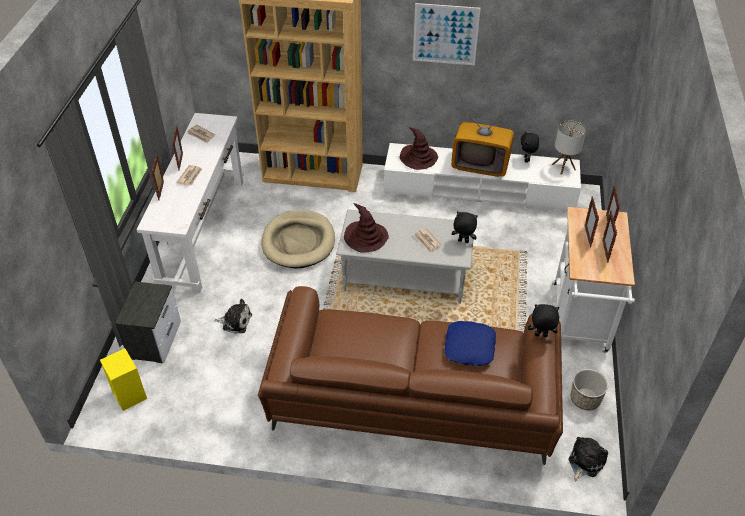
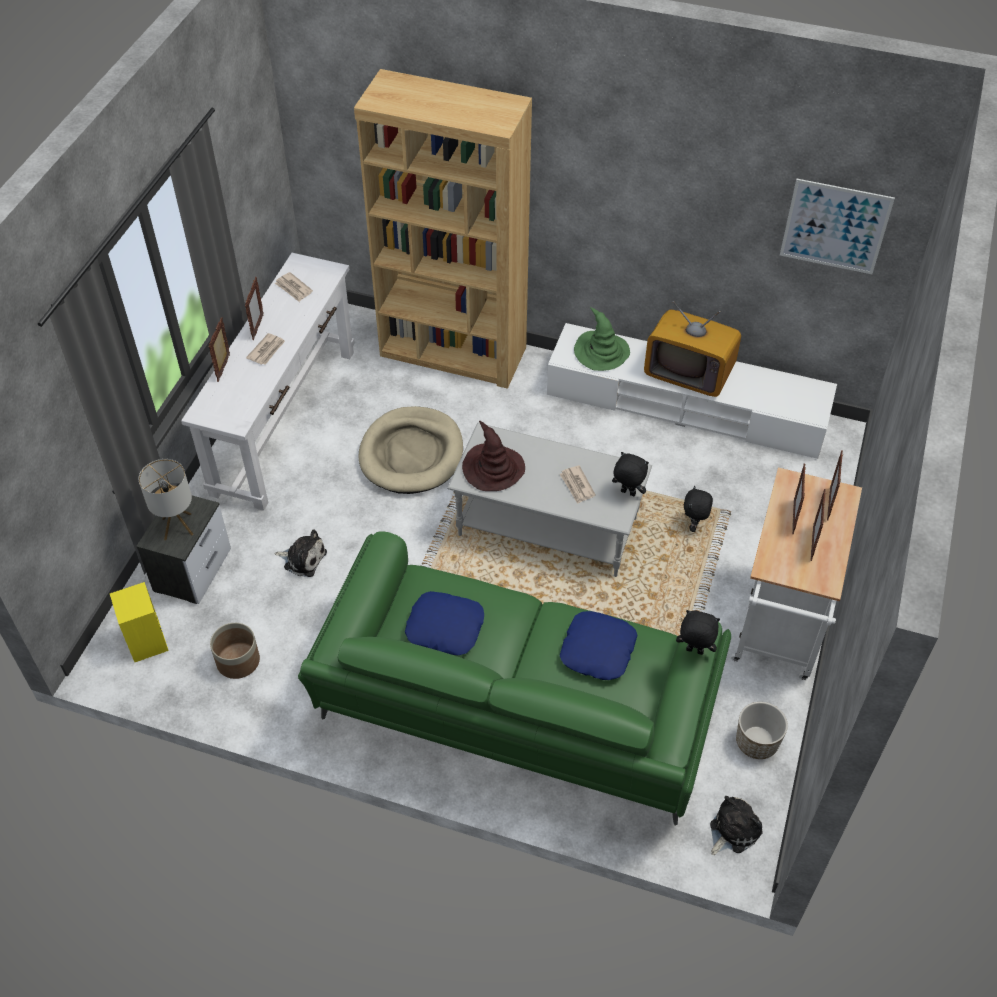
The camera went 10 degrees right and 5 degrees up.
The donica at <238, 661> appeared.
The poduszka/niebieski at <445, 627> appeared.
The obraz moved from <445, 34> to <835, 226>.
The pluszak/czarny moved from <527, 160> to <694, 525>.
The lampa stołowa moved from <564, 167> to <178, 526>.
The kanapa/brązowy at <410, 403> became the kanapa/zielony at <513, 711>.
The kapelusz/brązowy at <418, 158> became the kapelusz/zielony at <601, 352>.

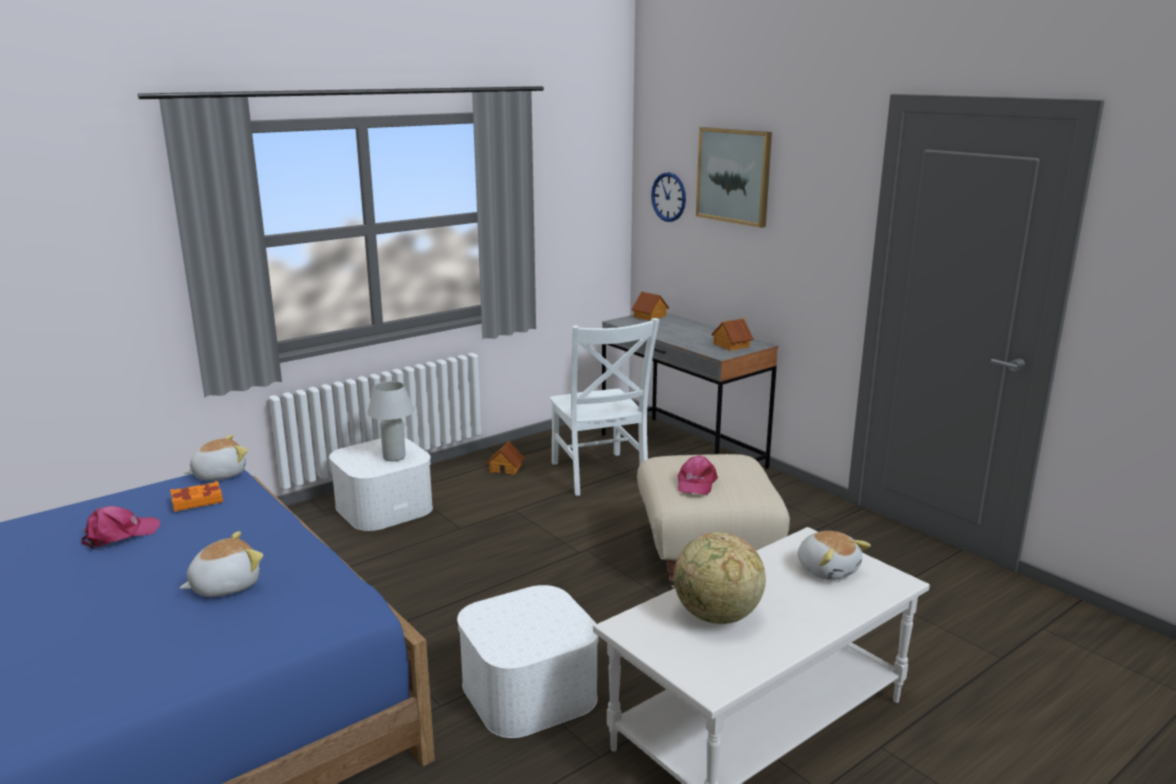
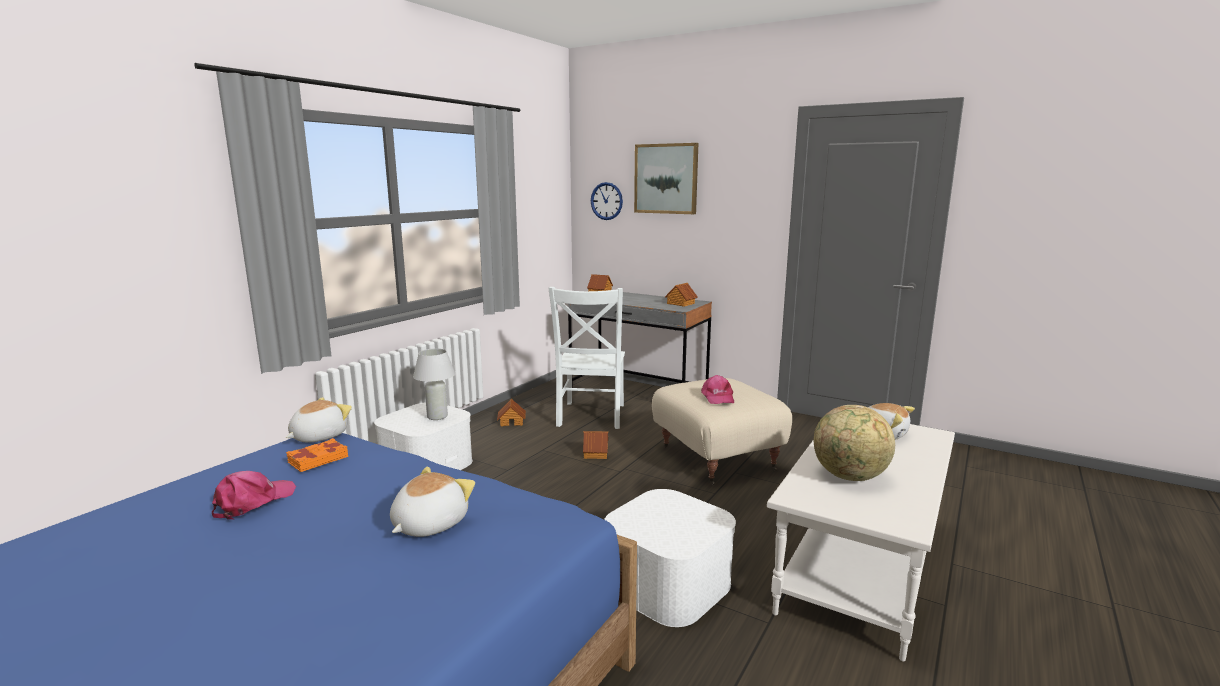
The camera went 20 degrees left and 5 degrees down.
The domek at <595, 453> appeared.
The krzesło/biały at <599, 475> turned 45 degrees clockwise.

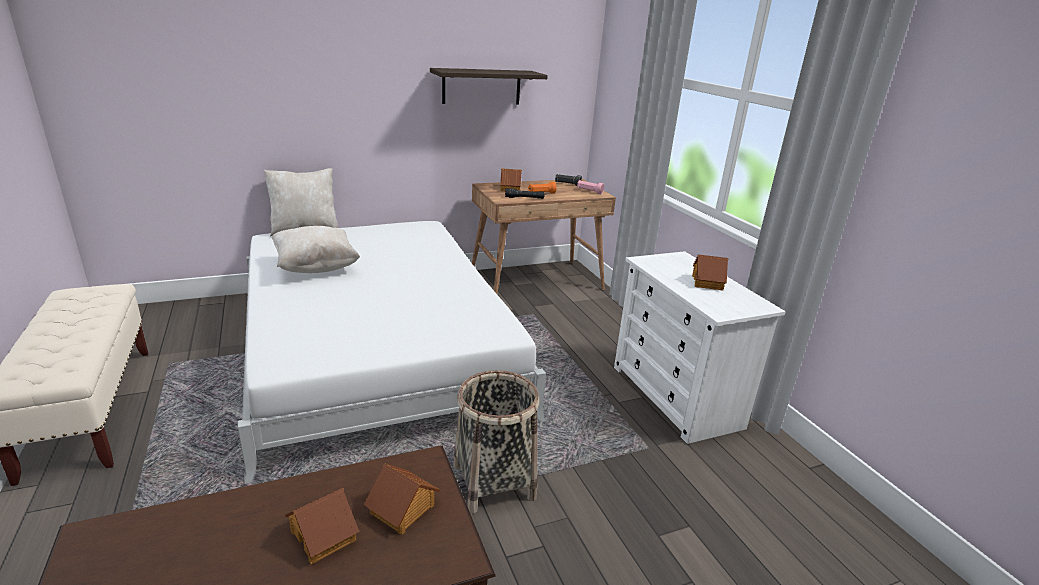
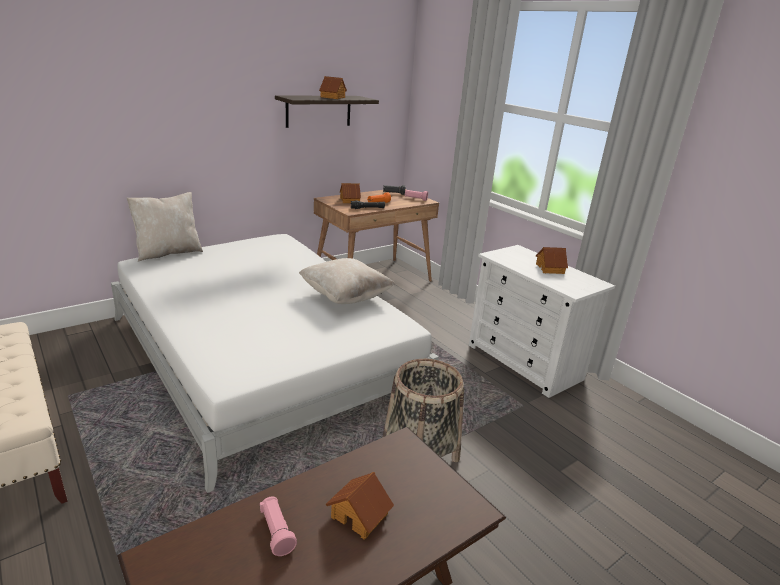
The camera went 15 degrees left and 0 degrees up.
The latarka/różowy at <276, 532> appeared.
The poduszka/beżowy moved from <316, 267> to <345, 297>.
The domek moved from <403, 509> to <333, 97>.

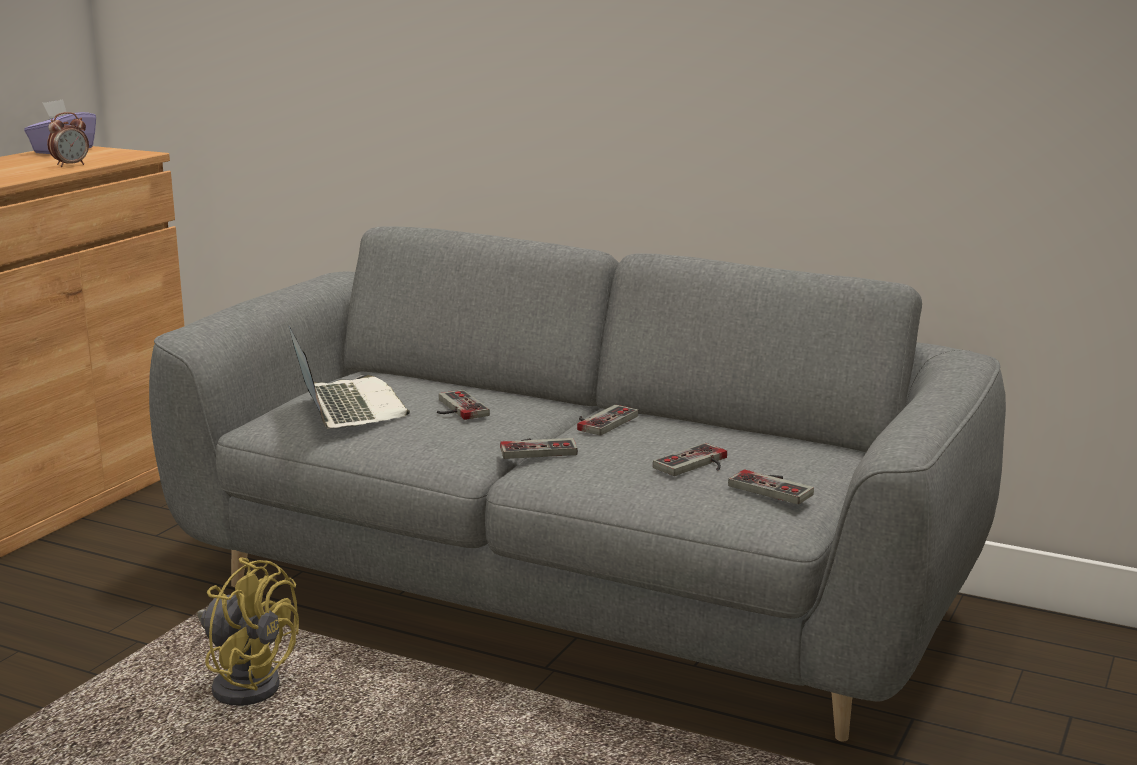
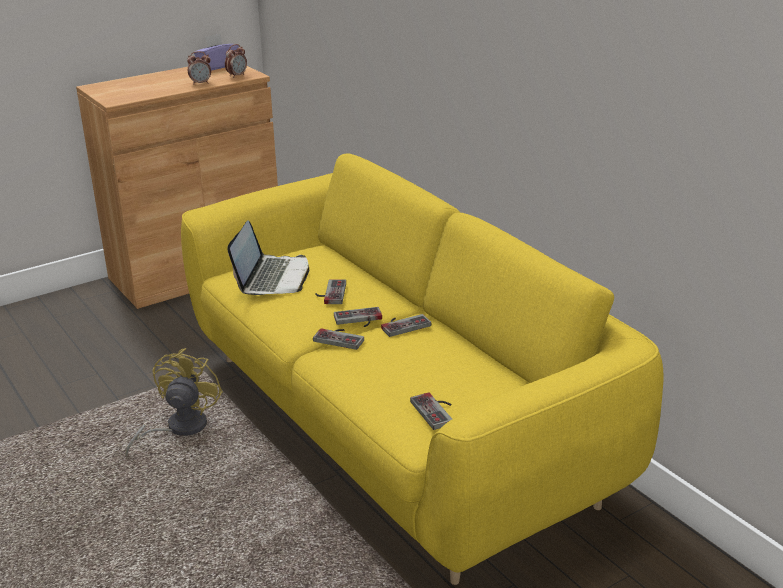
The camera went 30 degrees right and 10 degrees up.
The budzik at <237, 76> appeared.
The pad do gier moved from <697, 465> to <358, 320>.
The kanapa/szary at <568, 599> became the kanapa/żółty at <394, 426>.
The wentylator/żółty at <246, 683> turned 135 degrees counterclockwise.

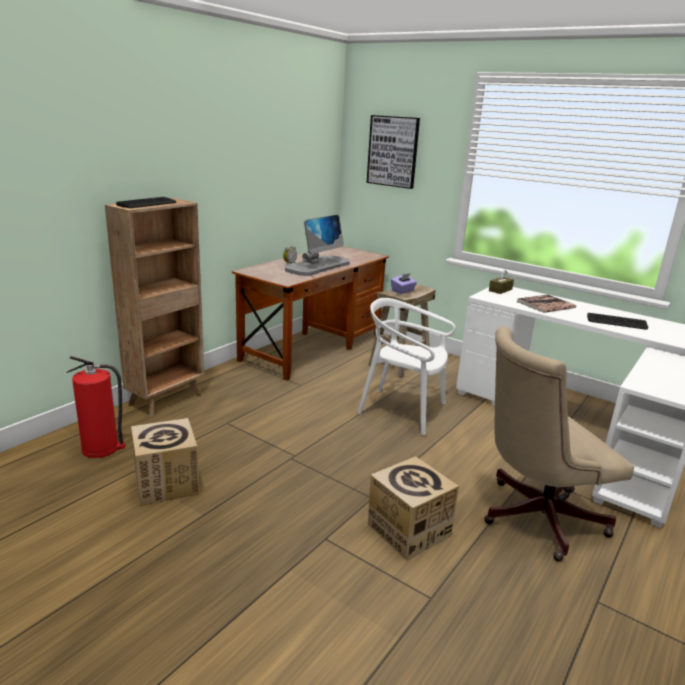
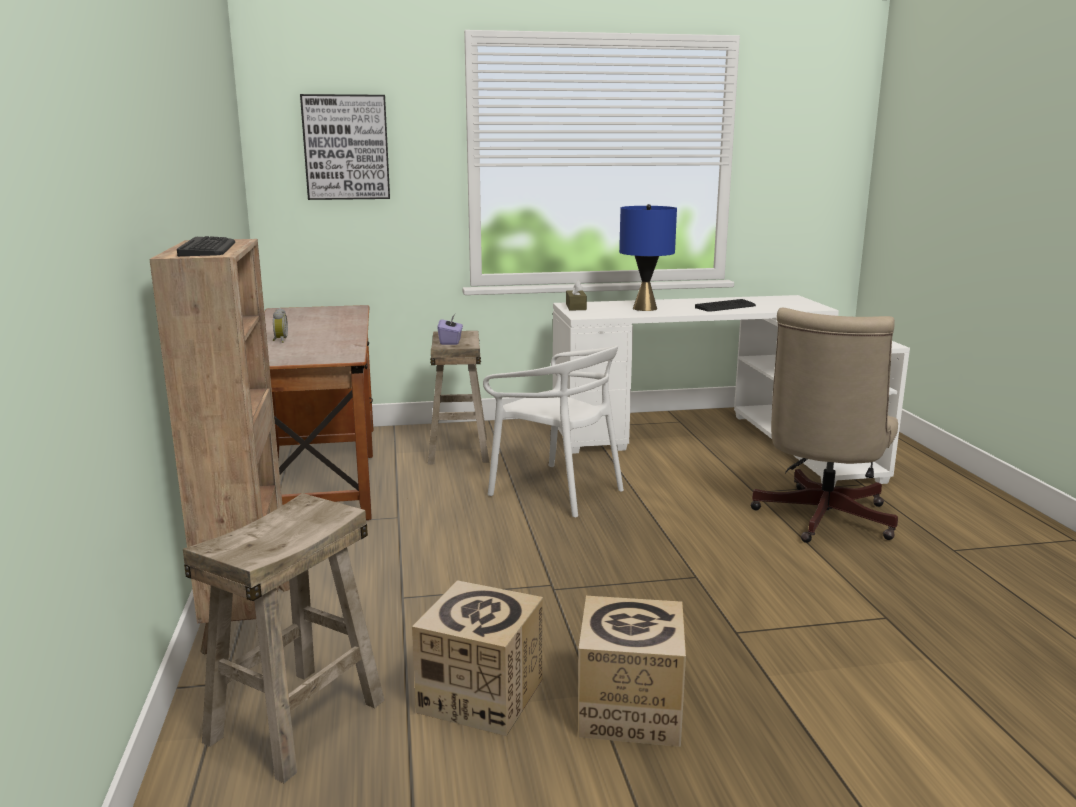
The camera went 45 degrees left and 5 degrees down.
The monitor at <318, 266> disappeared.
The karton moved from <408, 530> to <629, 710>.
The gaśnica at <101, 448> was replaced by the stołek/beżowy at <297, 721>.
The książka at <545, 305> was replaced by the lampa stołowa/niebieski at <644, 308>.
The krzesło/biały at <402, 410> turned 120 degrees counterclockwise.

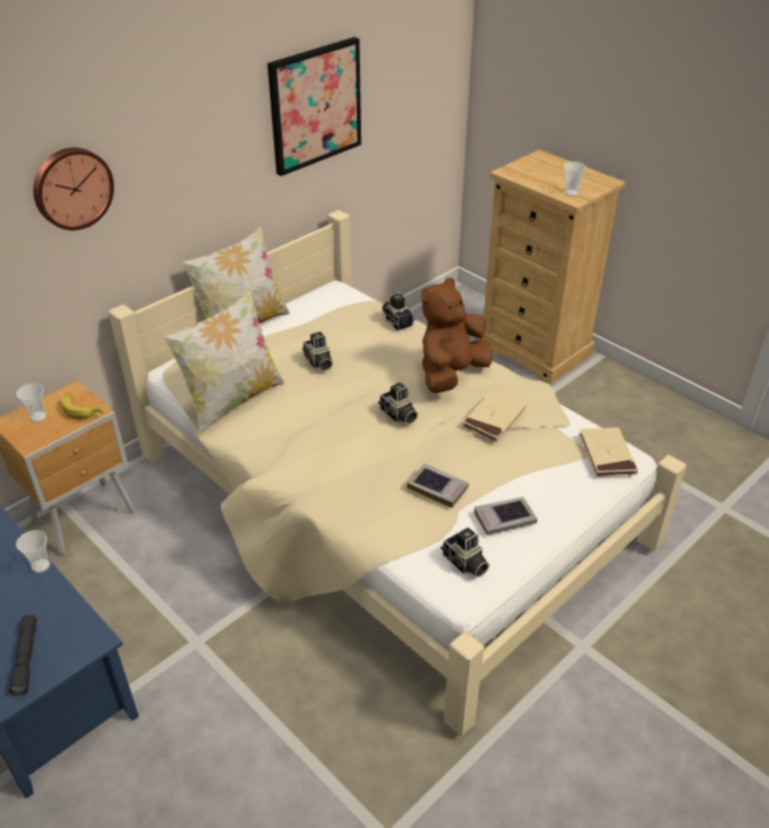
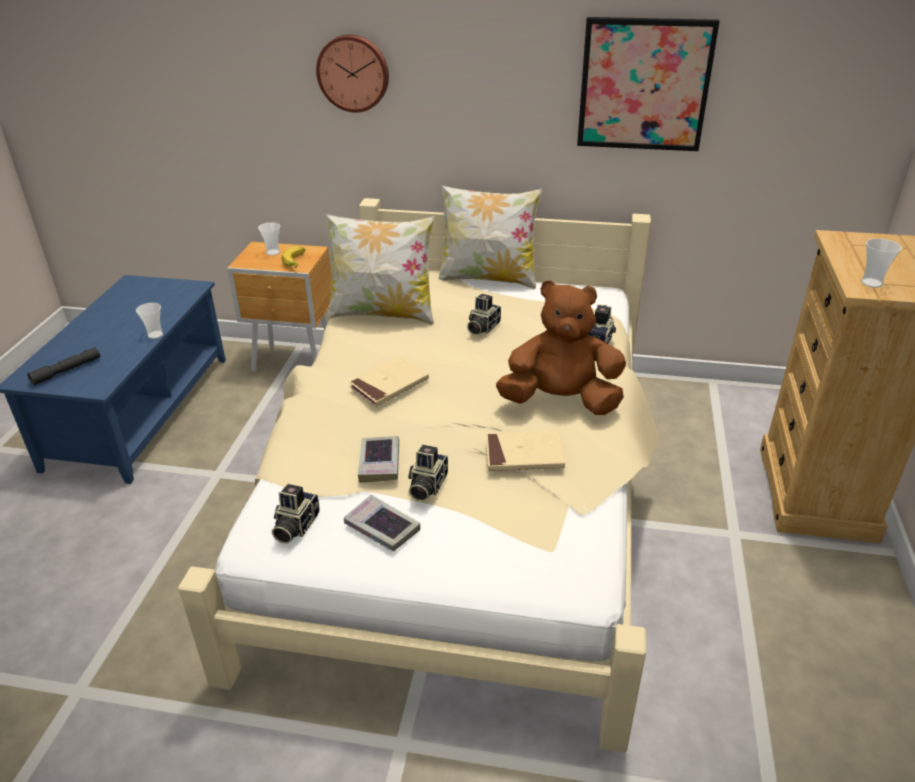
The camera went 55 degrees right and 5 degrees down.
The aparat fotograficzny moved from <398, 415> to <426, 486>.
The książka/beżowy moved from <607, 454> to <389, 384>.

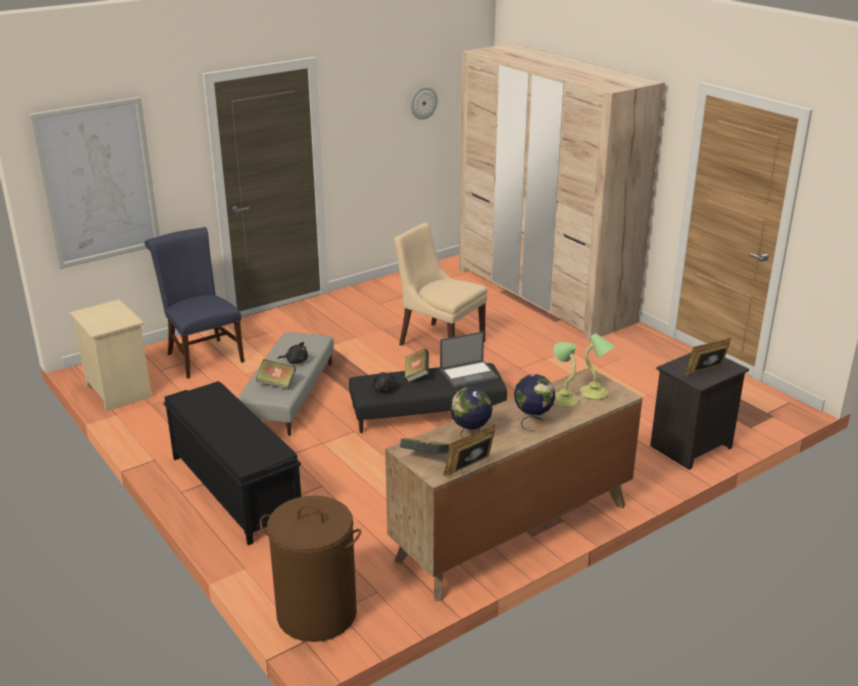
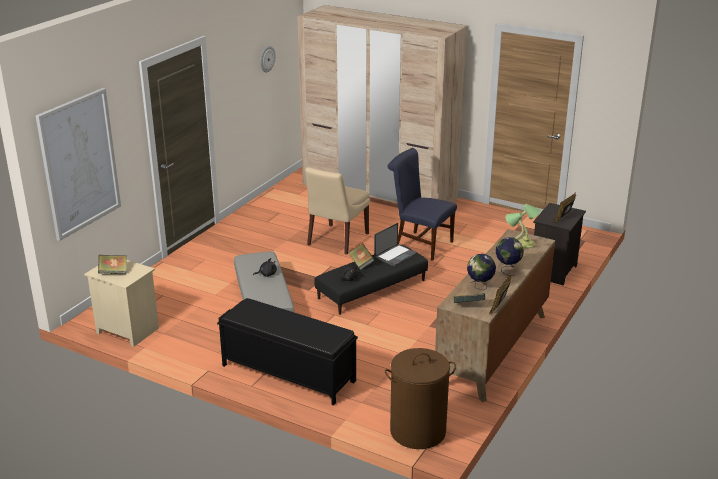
The camera went 25 degrees left and 0 degrees up.
The krzesło/niebieski moved from <202, 356> to <420, 244>.
The książka moved from <276, 384> to <113, 272>.
The krzesło/beżowy at <439, 342> turned 75 degrees counterclockwise.

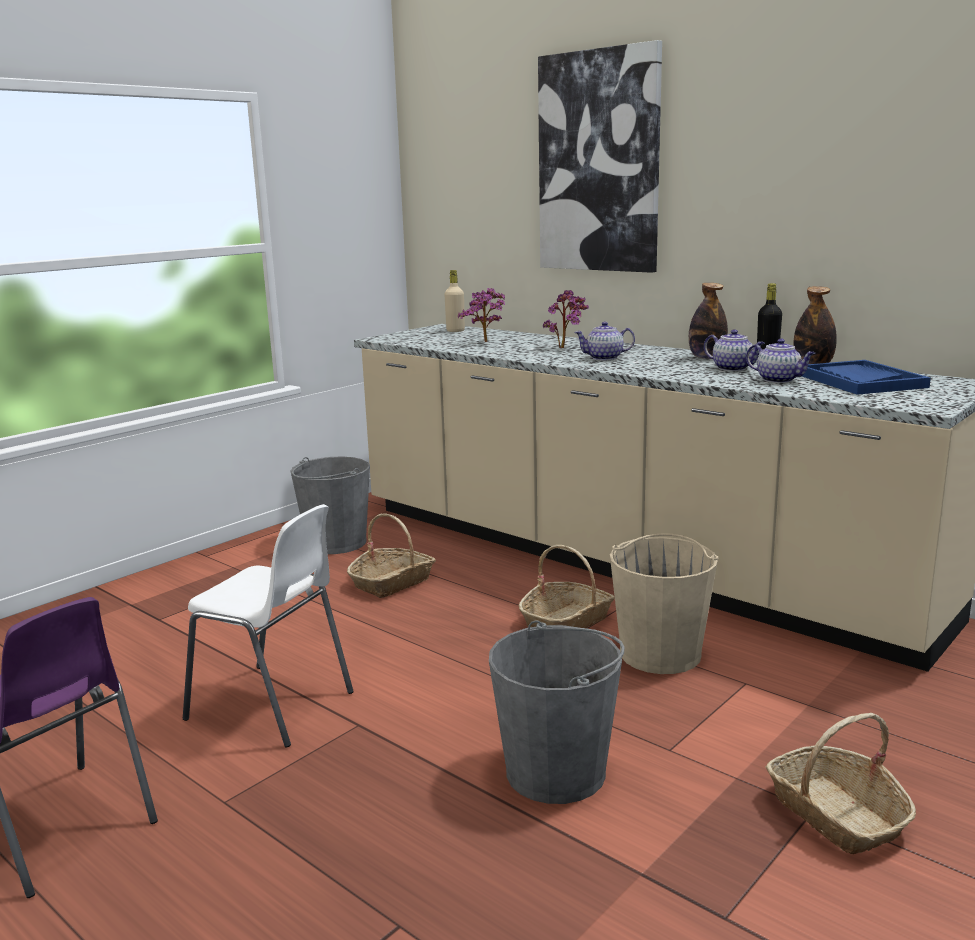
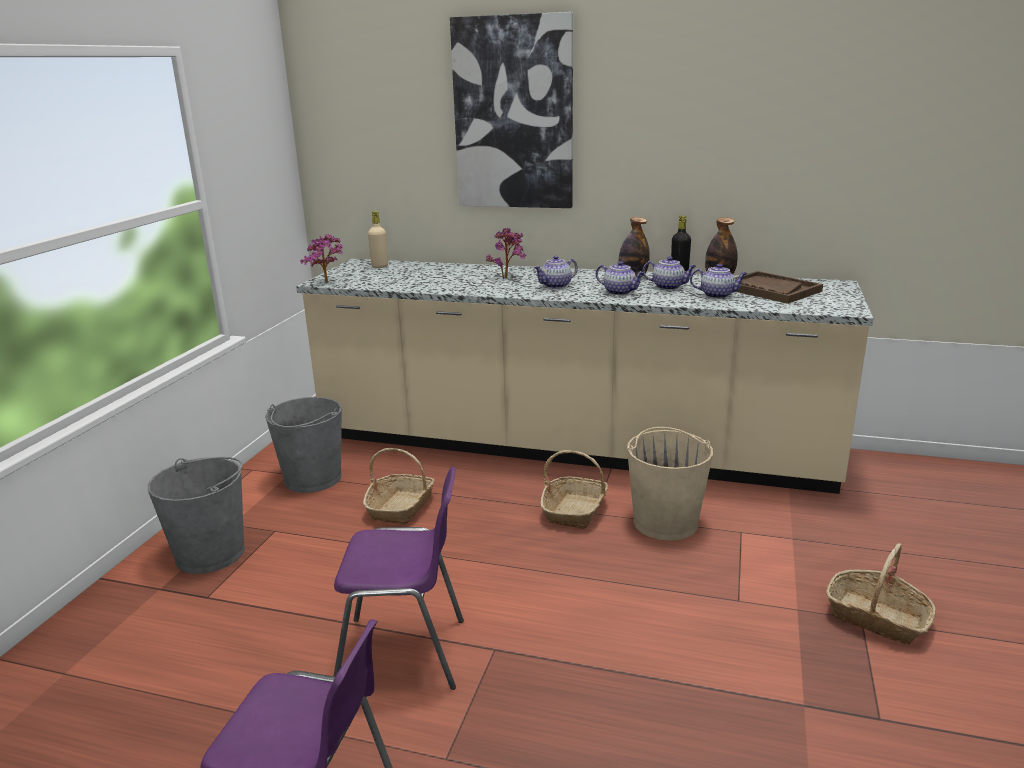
The camera went 25 degrees left and 5 degrees up.
The imbryk at <620, 292> appeared.
The roślina doniczkowa moved from <486, 342> to <328, 283>.
The wiadro/szary moved from <557, 772> to <211, 553>.
The krzesło/biały at <274, 706> became the krzesło/fioletowy at <405, 654>.
The taca/niebieski at <860, 381> became the taca/brązowy at <770, 290>.

